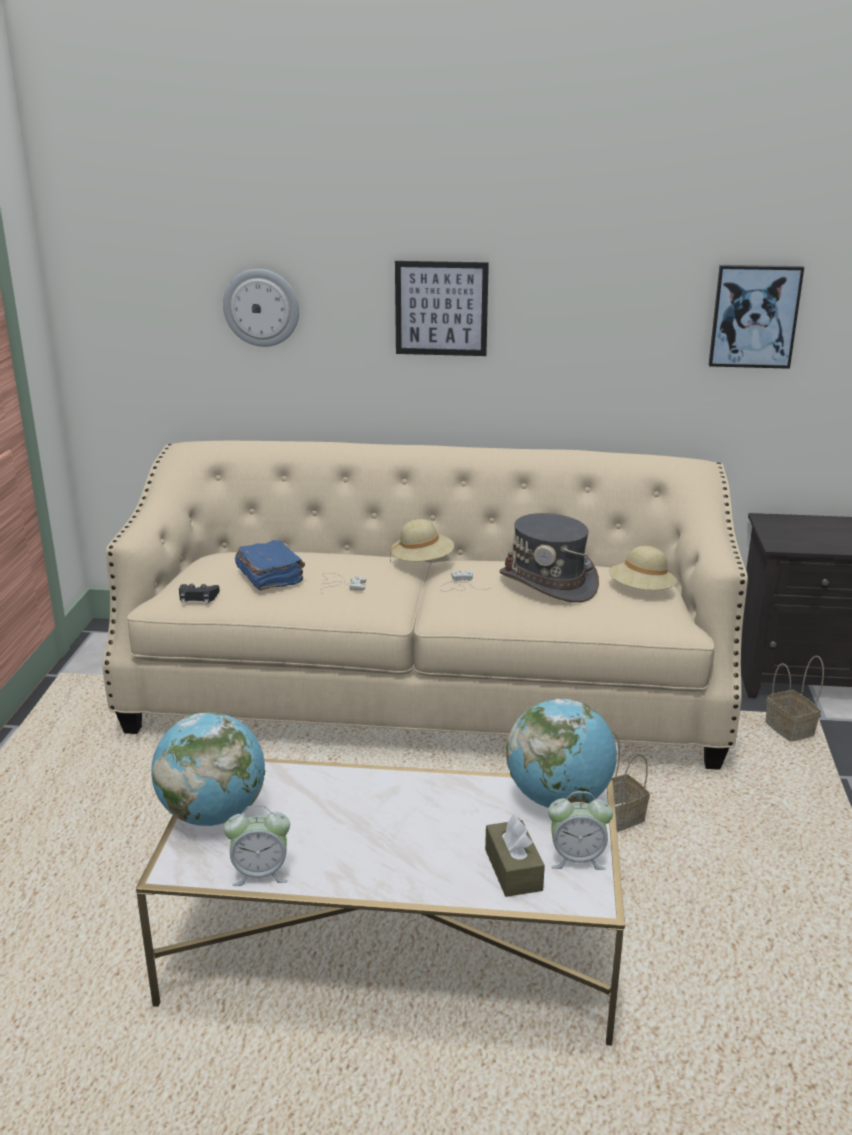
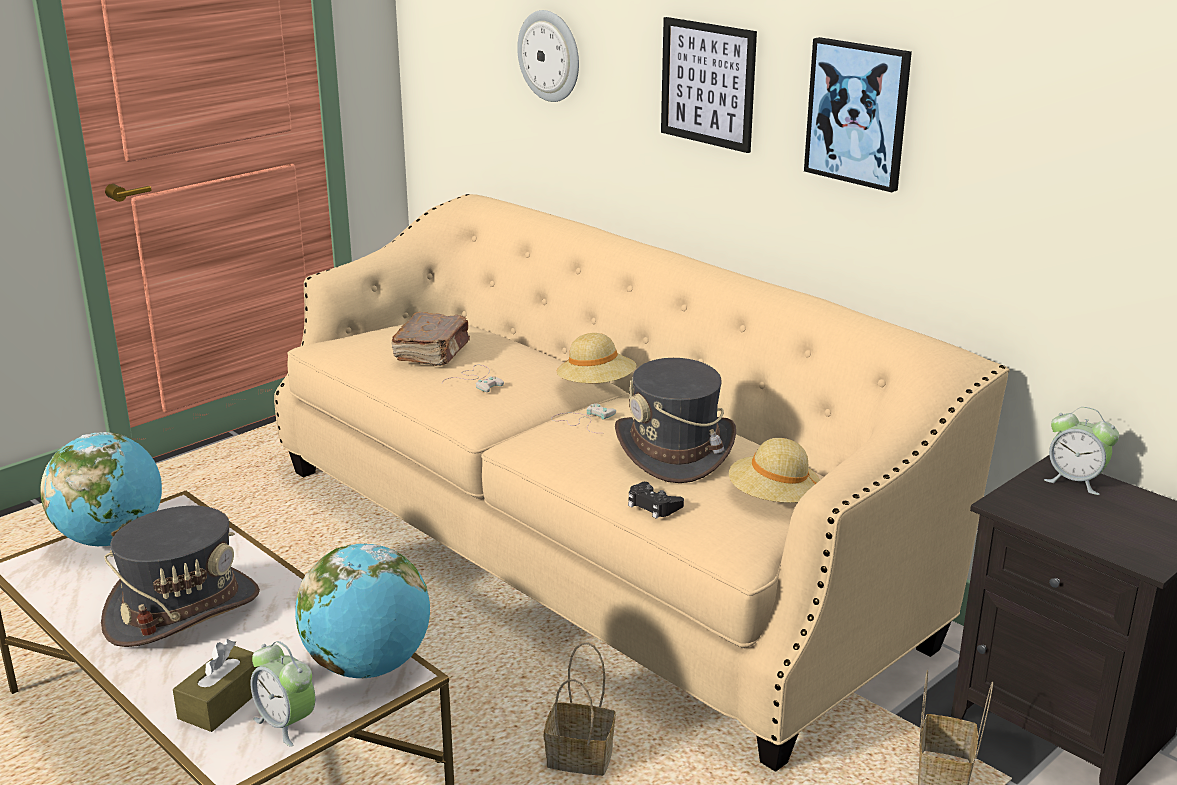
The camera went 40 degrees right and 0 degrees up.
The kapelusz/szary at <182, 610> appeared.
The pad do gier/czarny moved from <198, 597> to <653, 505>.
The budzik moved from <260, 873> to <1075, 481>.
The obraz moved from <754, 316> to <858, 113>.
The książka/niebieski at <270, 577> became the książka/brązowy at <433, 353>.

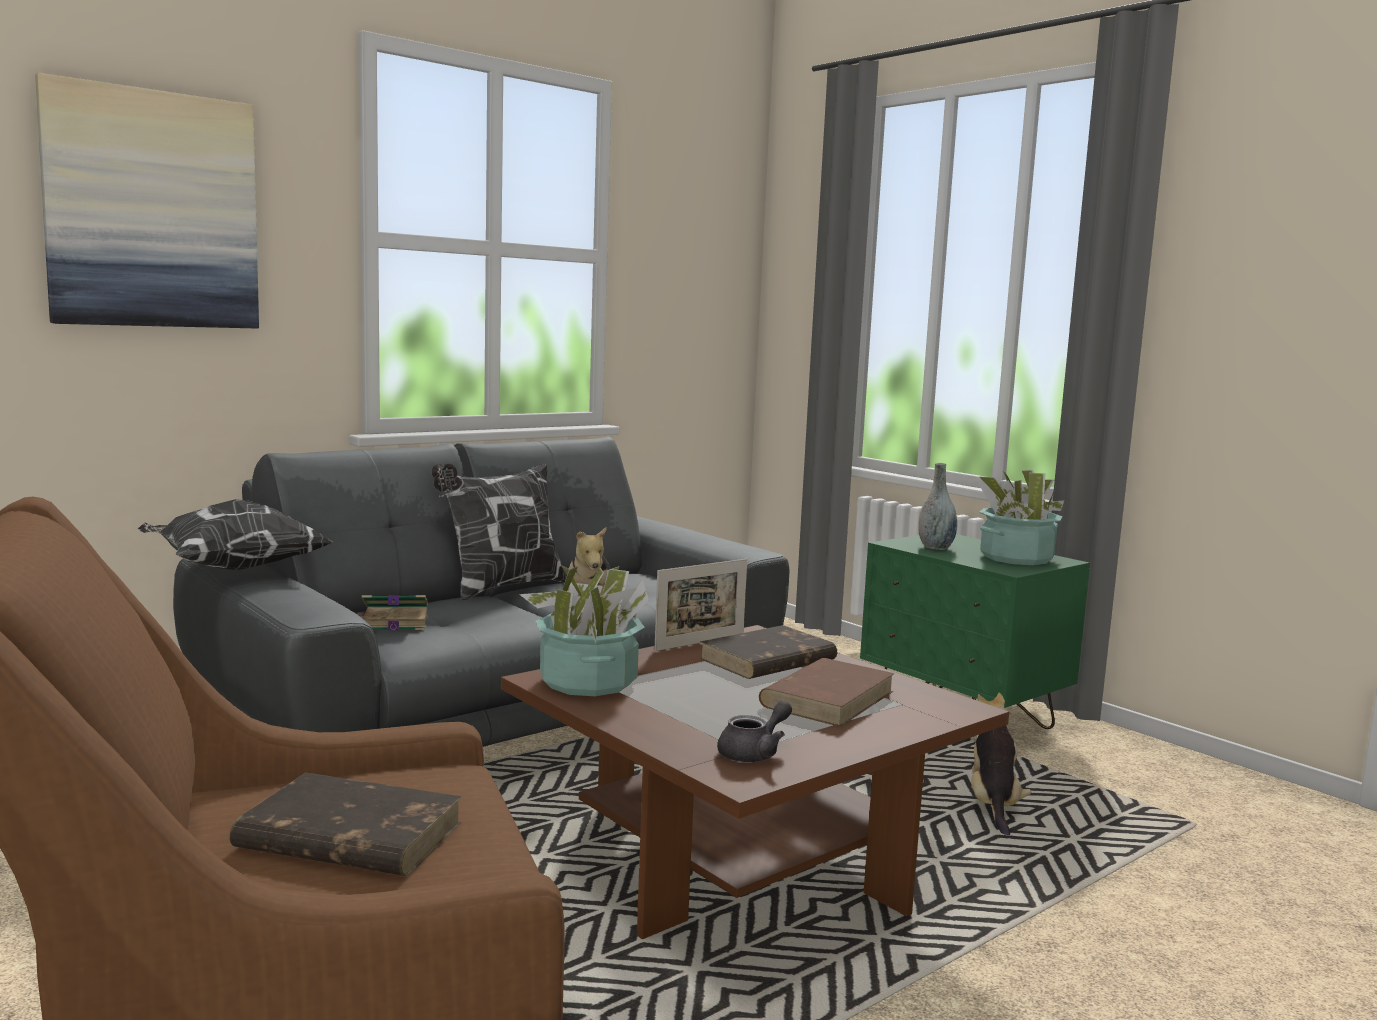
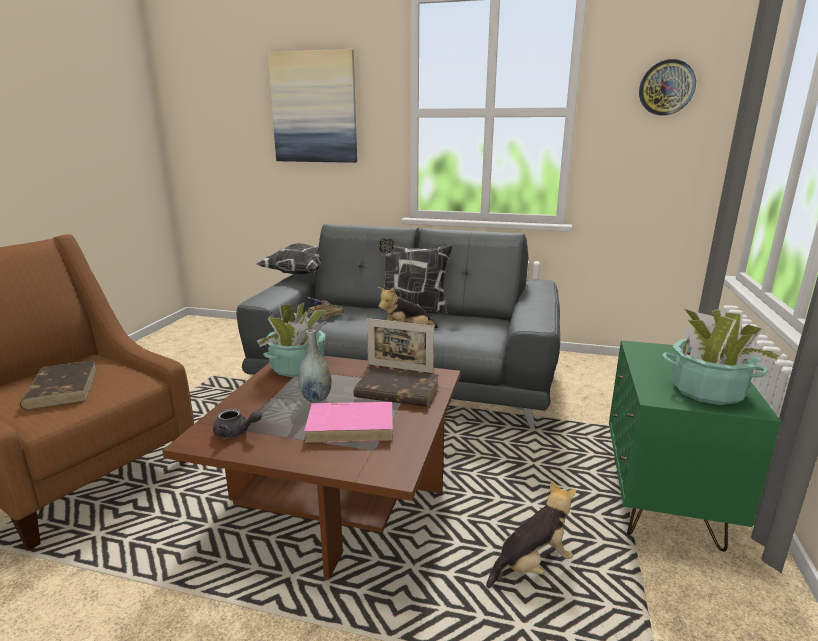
The camera went 55 degrees right and 10 degrees up.
The zegar ścienny at <666, 88> appeared.
The wazon/szary moved from <935, 547> to <316, 398>.
The książka/brązowy at <828, 698> became the książka/różowy at <352, 426>.

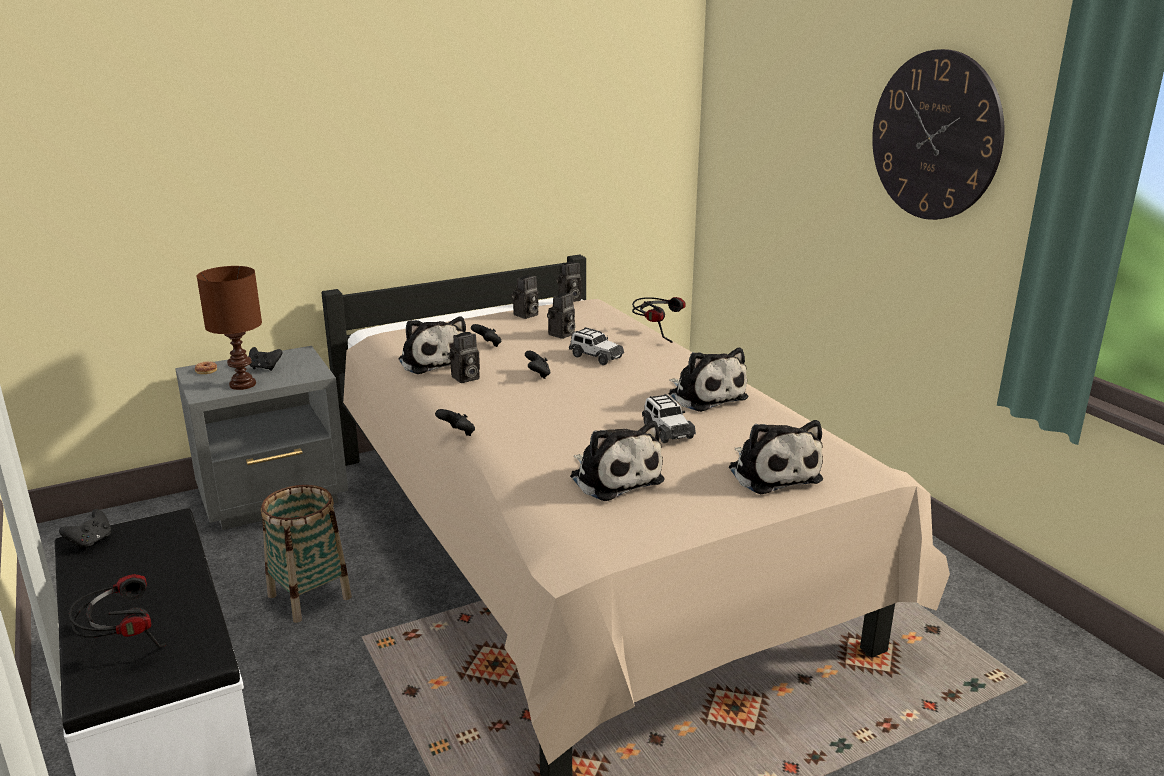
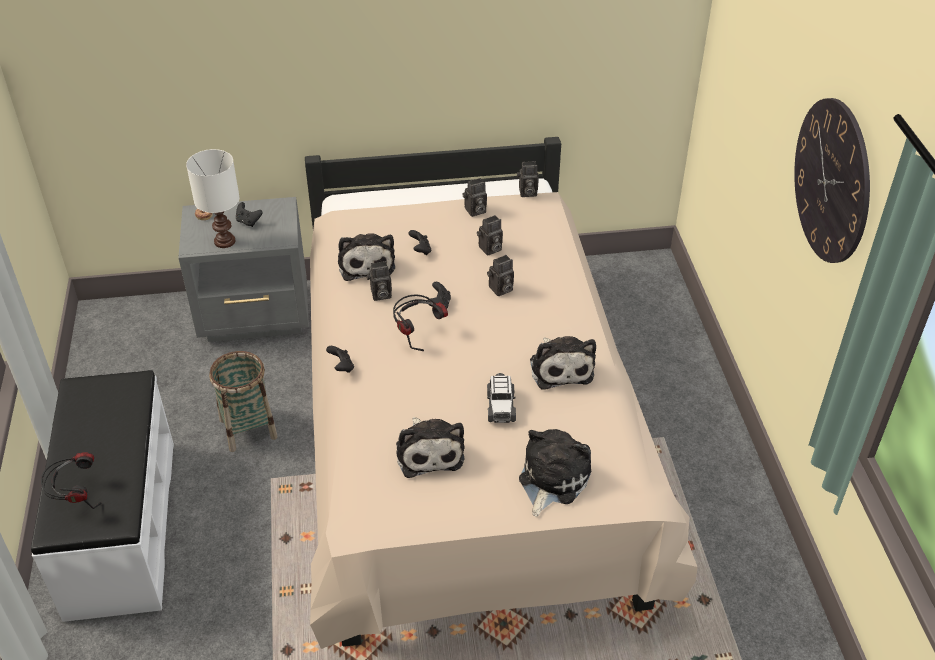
The camera went 20 degrees right and 20 degrees up.
The pad do gier/czarny at <91, 542> disappeared.
The słuchawki moved from <656, 335> to <418, 334>.
The samochodzik at <595, 357> was replaced by the aparat fotograficzny at <500, 290>.
The lampa stołowa/brązowy at <243, 385> became the lampa stołowa/biały at <225, 242>.
The pluszak at <772, 473> turned 150 degrees counterclockwise.

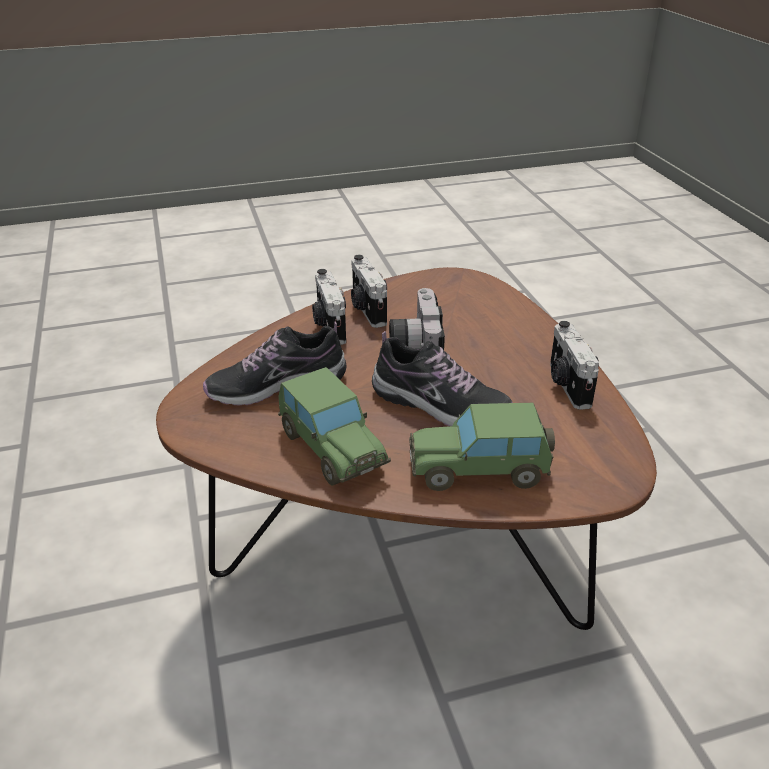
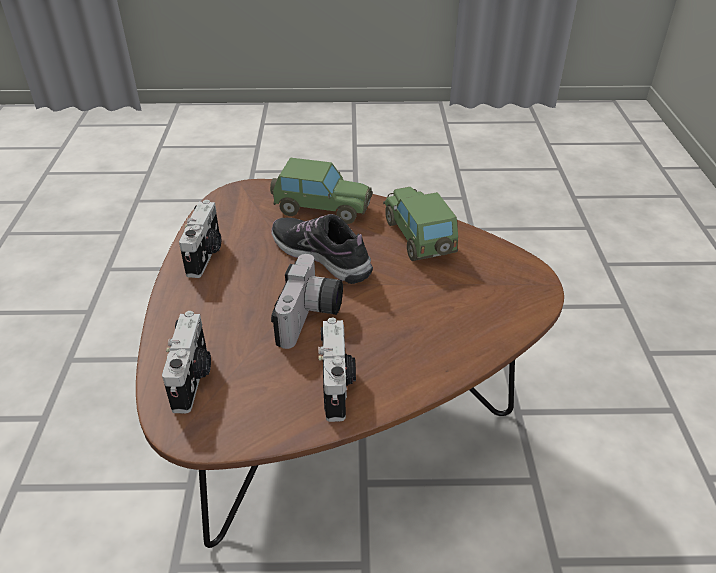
The camera went 165 degrees left and 5 degrees up.
The but at <277, 385> disappeared.
The aparat fotograficzny moved from <329, 326> to <193, 378>.

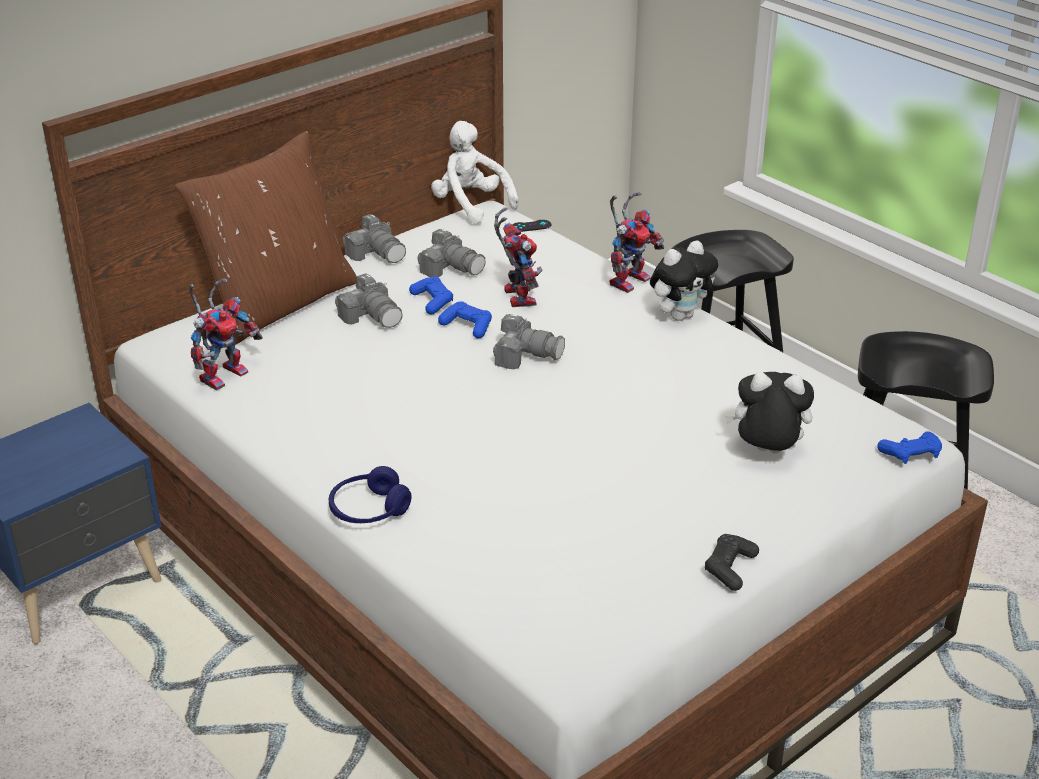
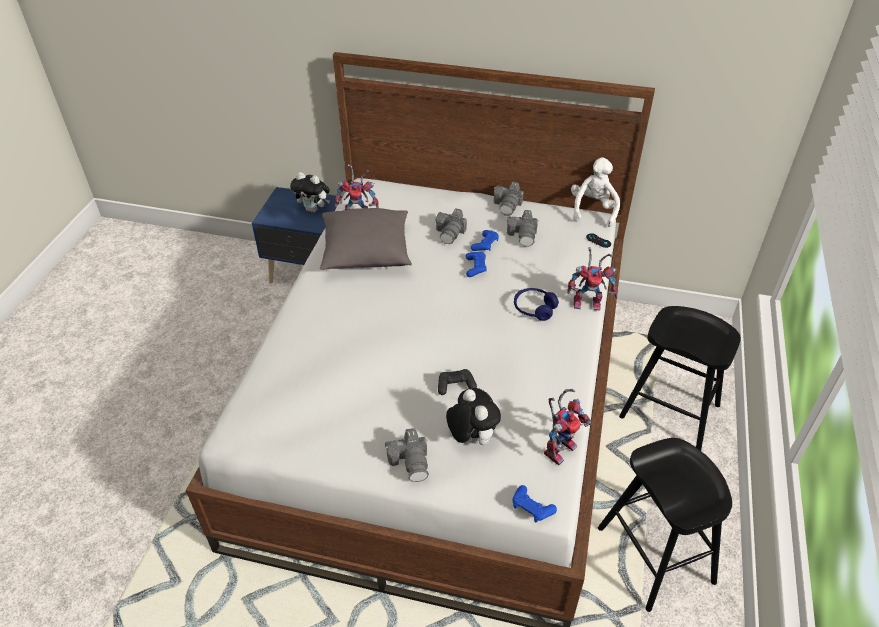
The camera went 55 degrees right and 10 degrees up.
The poduszka/brązowy at <279, 304> disappeared.
The poduszka/szary at <366, 253> appeared.
The słuchawki/niebieski moved from <369, 510> to <534, 308>.
The aparat fotograficzny moved from <526, 355> to <411, 461>.
The robot zabawkowy moved from <515, 295> to <560, 446>.
The pluszak moved from <680, 315> to <314, 209>.
The pad do gier/czarny moved from <730, 568> to <456, 385>.

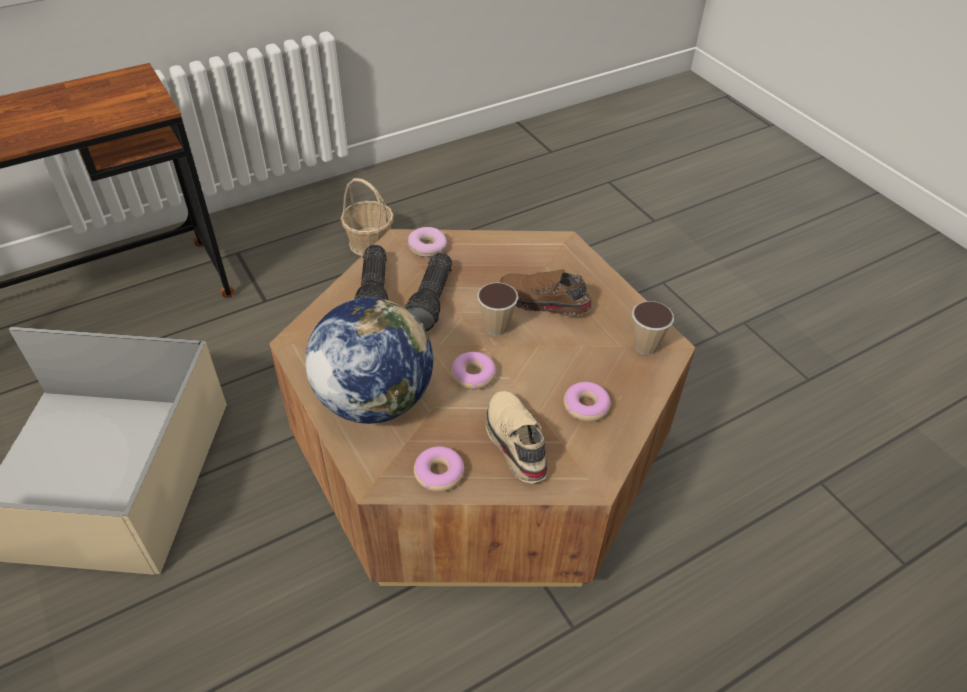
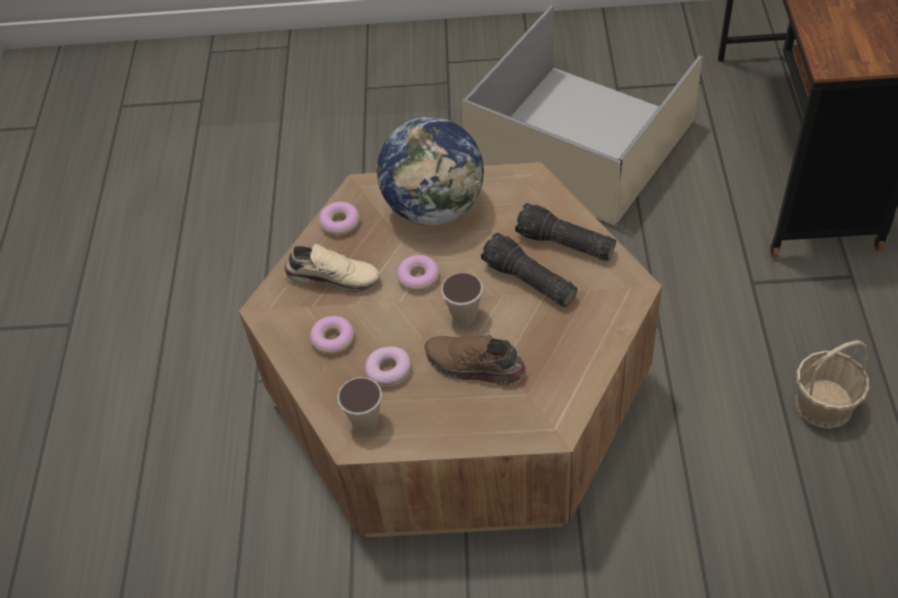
The camera went 125 degrees right and 5 degrees up.
The donut moved from <427, 247> to <388, 371>.
The but/brązowy at <543, 302> turned 120 degrees counterclockwise.

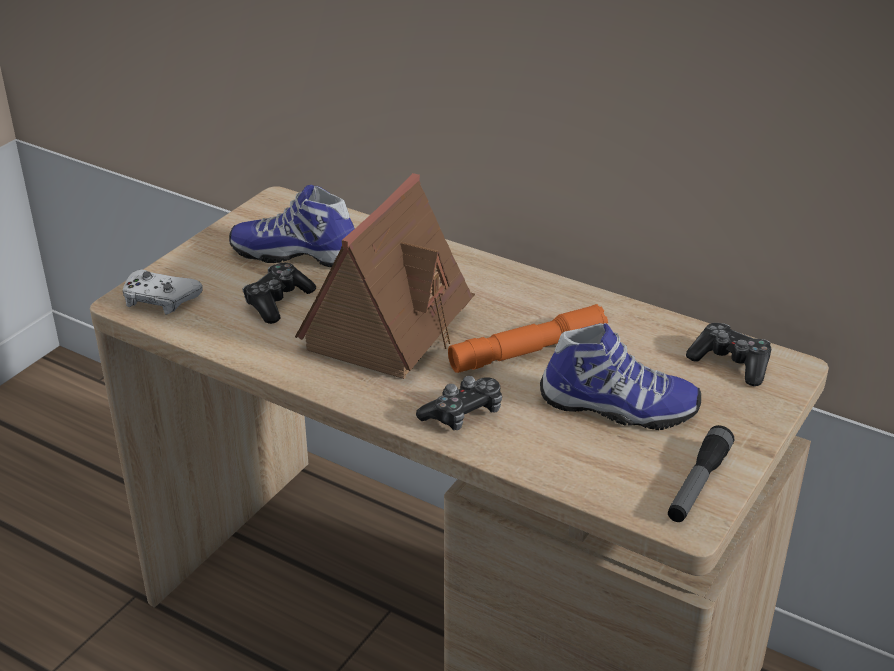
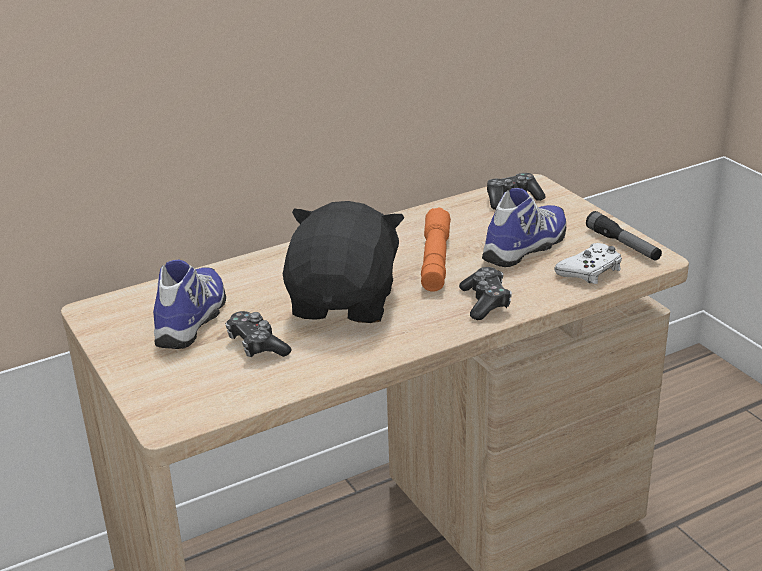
The camera went 60 degrees left and 5 degrees down.
The pad do gier/biały moved from <159, 299> to <590, 271>.
The domek at <391, 324> was replaced by the pluszak/czarny at <345, 303>.
The but at <297, 254> turned 150 degrees clockwise.

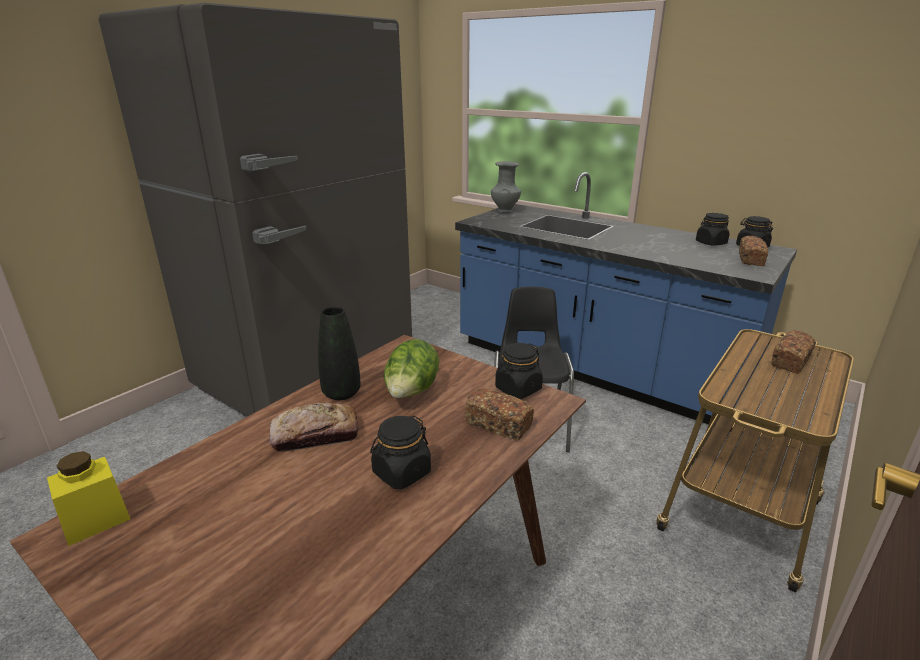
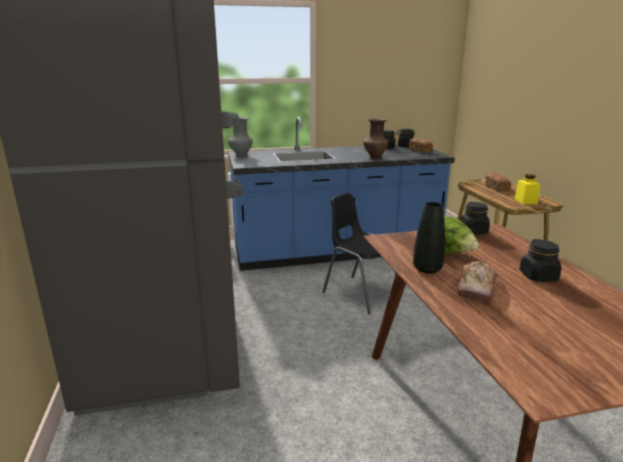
The camera went 50 degrees left and 5 degrees down.
The chleb at <498, 425> disappeared.
The wazon/brązowy at <374, 158> appeared.
The słoik/żółty moved from <96, 520> to <525, 201>.

